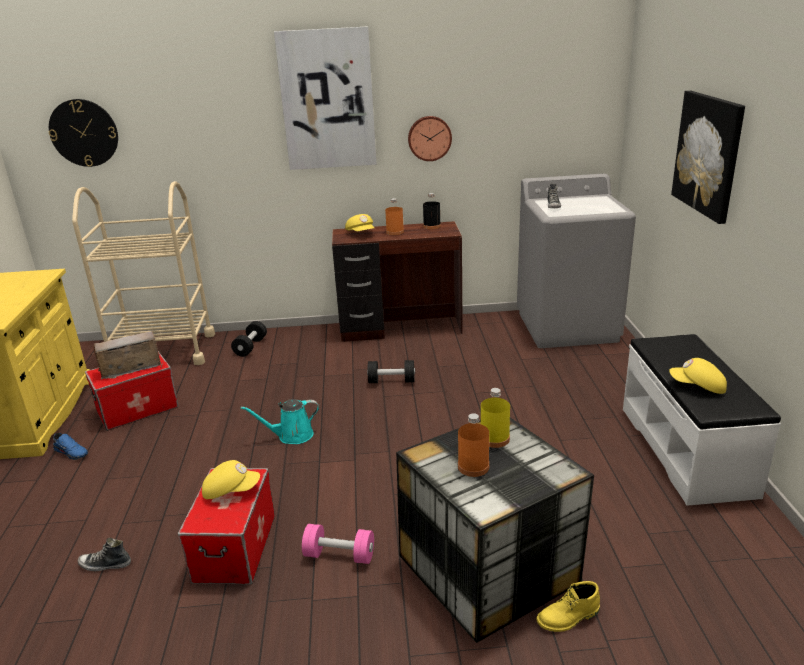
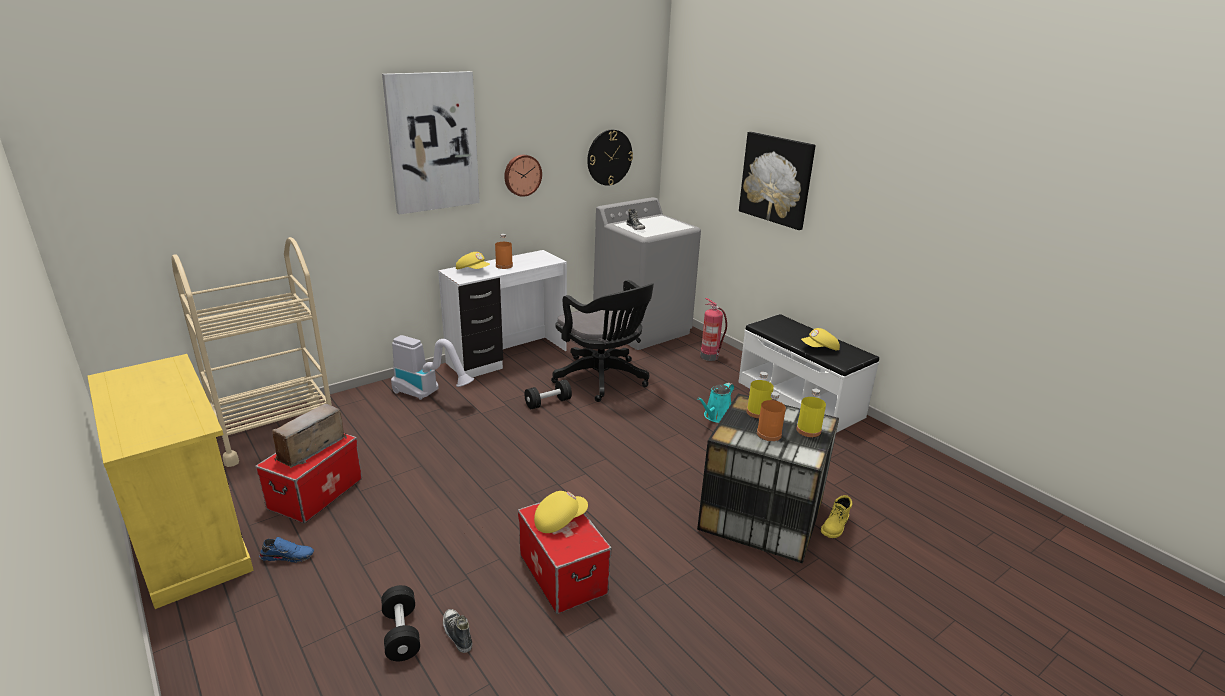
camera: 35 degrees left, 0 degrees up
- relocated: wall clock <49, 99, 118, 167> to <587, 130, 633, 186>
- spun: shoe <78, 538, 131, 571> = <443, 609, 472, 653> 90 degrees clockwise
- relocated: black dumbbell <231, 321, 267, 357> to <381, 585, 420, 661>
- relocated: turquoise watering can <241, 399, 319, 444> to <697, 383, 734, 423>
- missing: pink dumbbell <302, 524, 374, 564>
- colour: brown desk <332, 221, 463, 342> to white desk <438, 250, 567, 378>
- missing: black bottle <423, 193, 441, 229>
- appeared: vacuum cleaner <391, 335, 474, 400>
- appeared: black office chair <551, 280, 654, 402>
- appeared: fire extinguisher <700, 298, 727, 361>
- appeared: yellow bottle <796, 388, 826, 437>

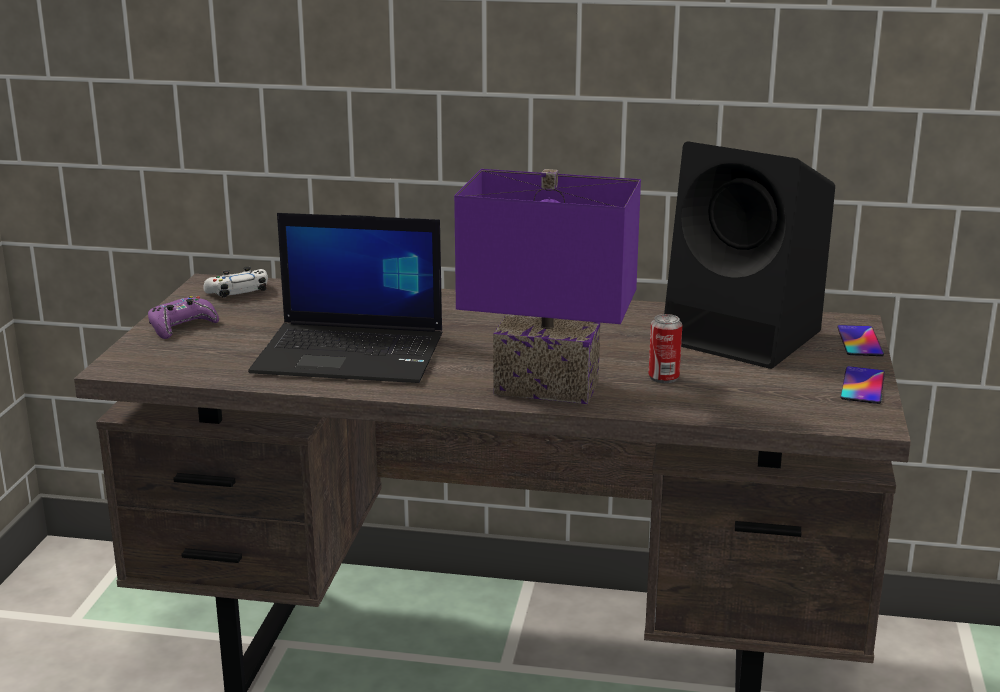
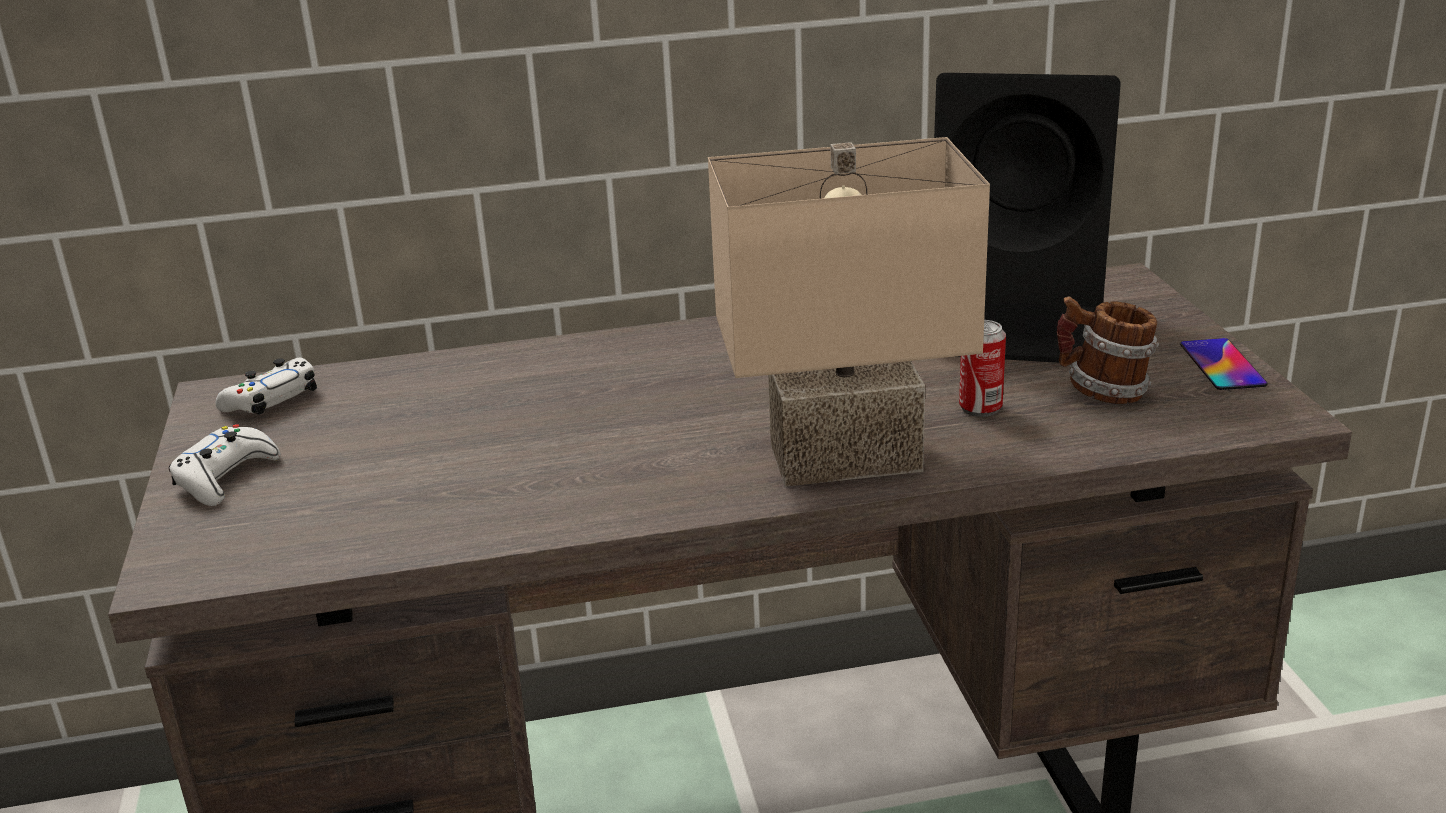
camera: 20 degrees left, 5 degrees up
- colour: purple game controller <148, 296, 219, 339> to white game controller <169, 424, 281, 506>
- missing: laptop <248, 213, 442, 383>
- colour: purple table lamp <454, 169, 641, 404> to beige table lamp <708, 137, 990, 487>
- missing: phone <837, 325, 884, 356>
- appeared: mug <1057, 296, 1159, 404>

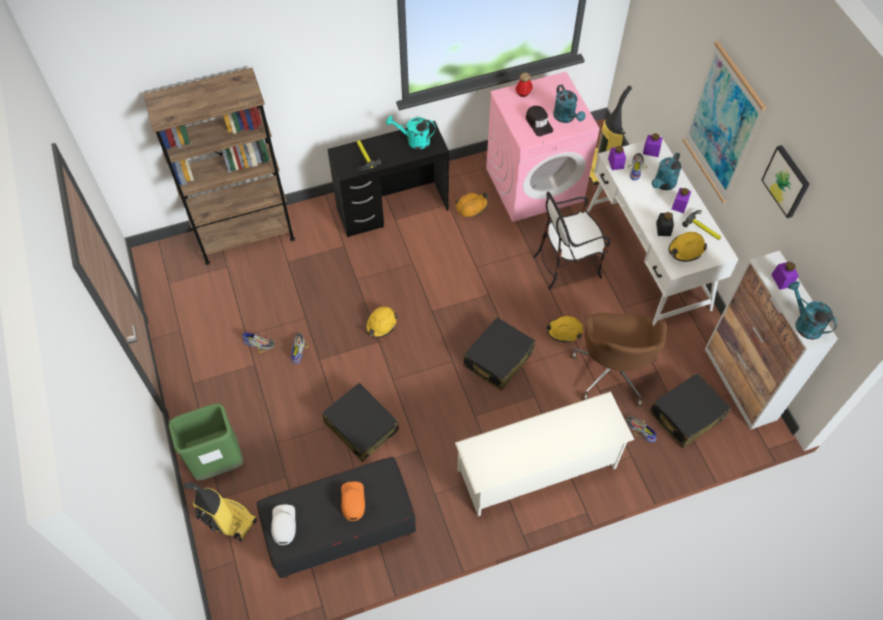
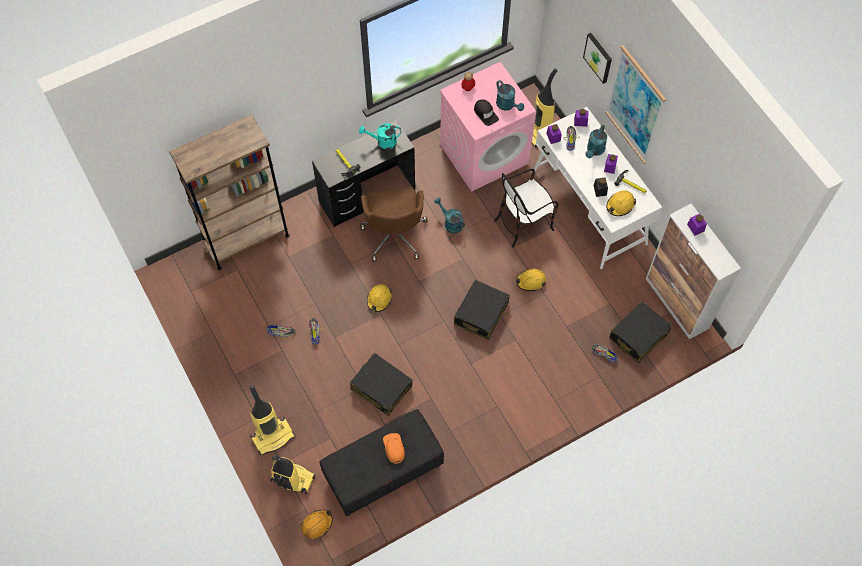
camera: 10 degrees left, 5 degrees up
- exchanged: green trash can <168, 404, 243, 480> to vacuum cleaner <249, 385, 295, 455>
- missing: white cap <271, 505, 296, 545>
- missing: white shoe rack <455, 391, 634, 516>
- relocated: orange hard hat <456, 193, 489, 217> to <300, 510, 333, 539>
- relocated: brown office chair <571, 313, 666, 407> to <360, 189, 427, 262>
- relocated: picture <761, 145, 810, 218> to <583, 33, 612, 84>
- relocated: turquoise watering can <788, 281, 837, 340> to <434, 198, 465, 233>

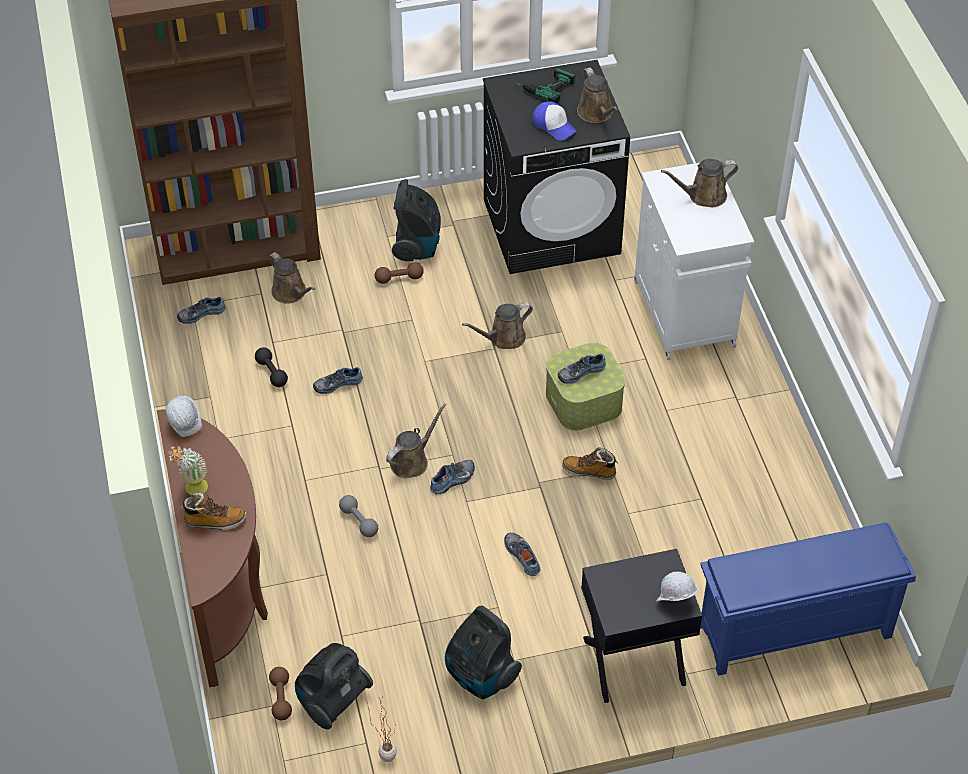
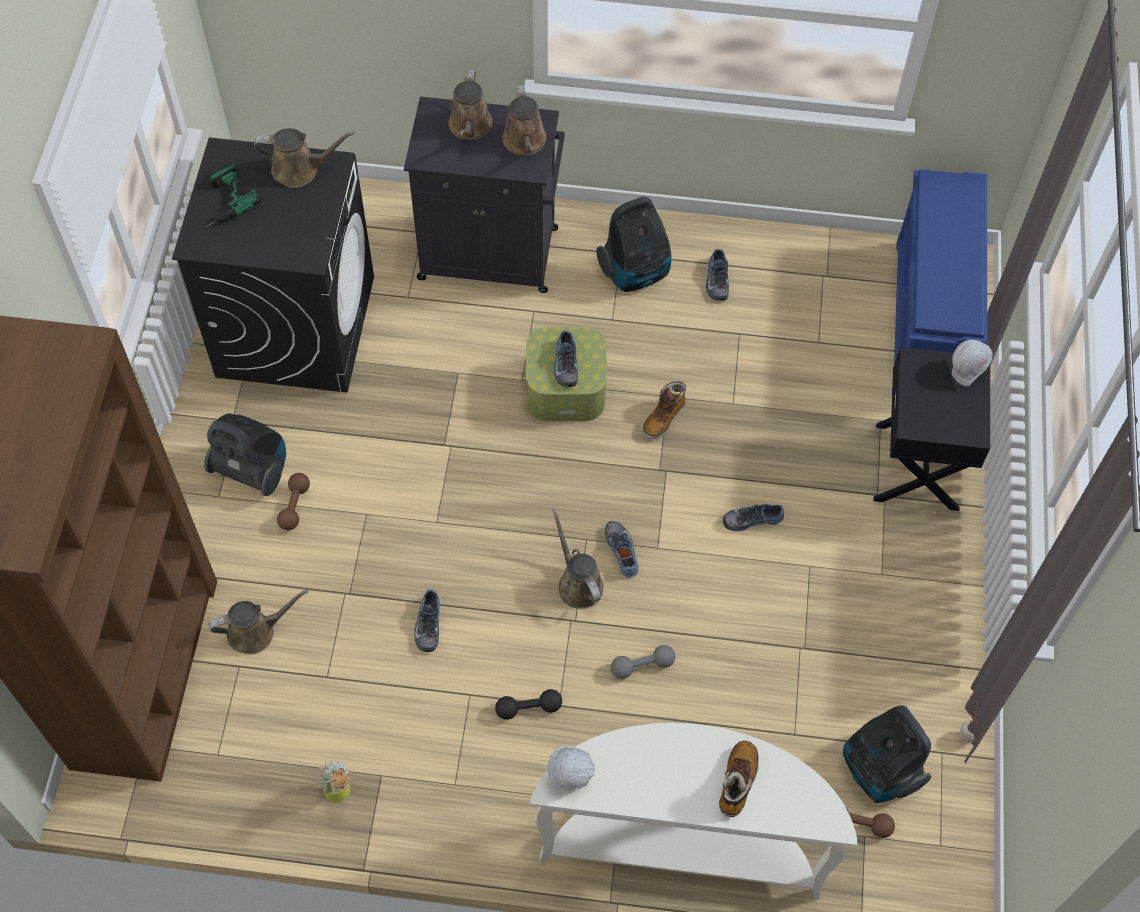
camera: 70 degrees left, 10 degrees up
- colour: brown console table <157, 409, 268, 687> to white console table <530, 723, 857, 899>
- relocated: potted plant <167, 446, 208, 496> to <316, 760, 350, 803>
- relocated: shoe <177, 297, 226, 324> to <706, 249, 729, 301>
- relocated: black dumbbell <255, 347, 288, 387> to <495, 689, 562, 720>
- relocated: vacuum cleaner <445, 606, 522, 699> to <596, 197, 672, 292>
- relocated: brown watering can <462, 302, 533, 349> to <502, 85, 547, 155>
- missing: cap <532, 101, 577, 140>
- colour: white cabinet <634, 163, 755, 360> to black cabinet <404, 97, 565, 293>

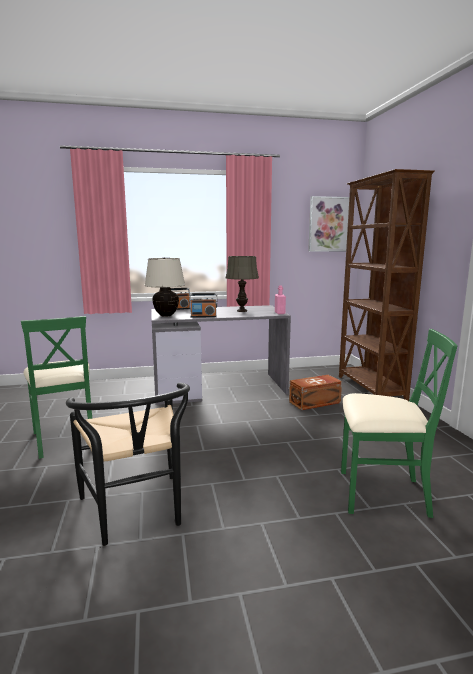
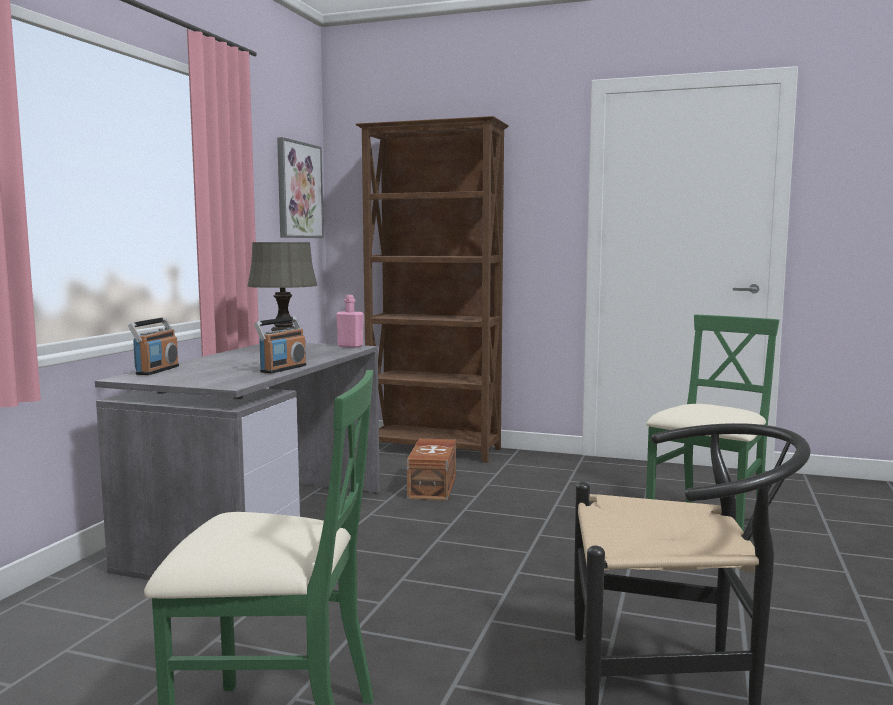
camera: 60 degrees left, 5 degrees down
- missing: beige table lamp <144, 257, 185, 317>

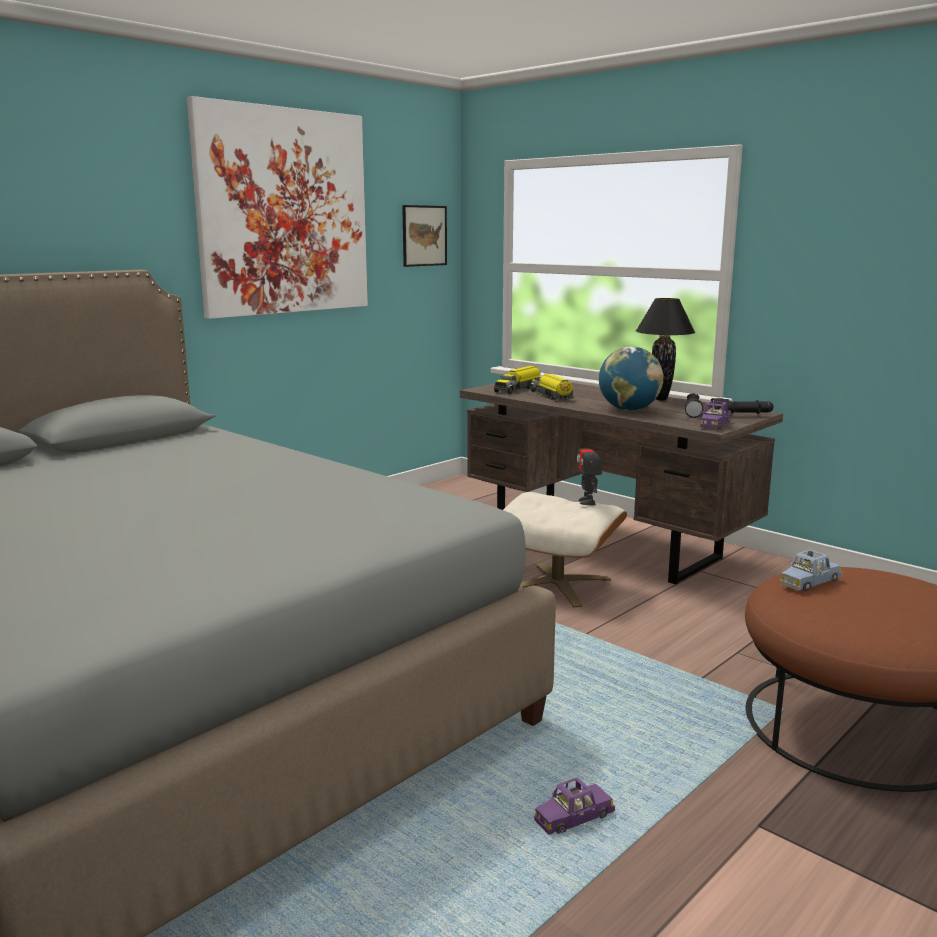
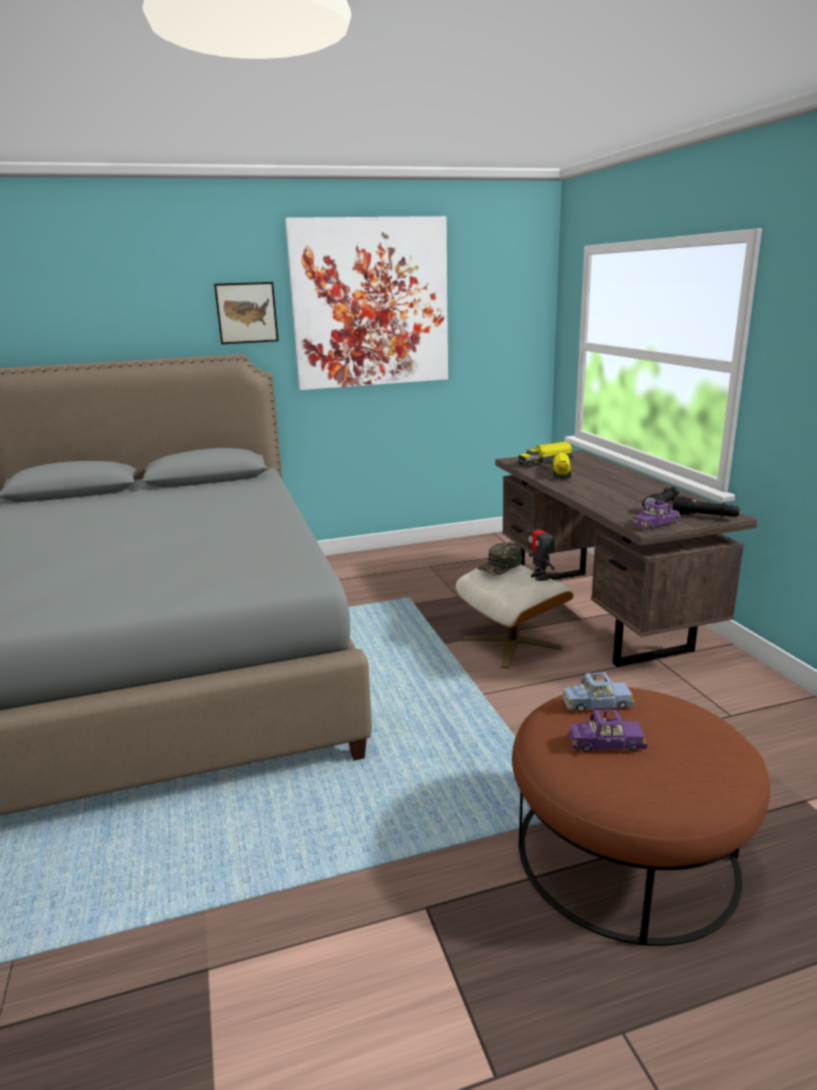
camera: 30 degrees right, 5 degrees up
- relocated: picture <402, 205, 447, 267> to <214, 282, 279, 344>
- relocated: purple toy car <534, 777, 615, 835> to <568, 710, 647, 753>
- spun: toy robot <577, 434, 602, 505> = <527, 517, 555, 581> 45 degrees counterclockwise
- missing: globe <599, 347, 663, 411>
- missing: black table lamp <636, 298, 695, 400>
- appeared: green cap <477, 542, 522, 575>

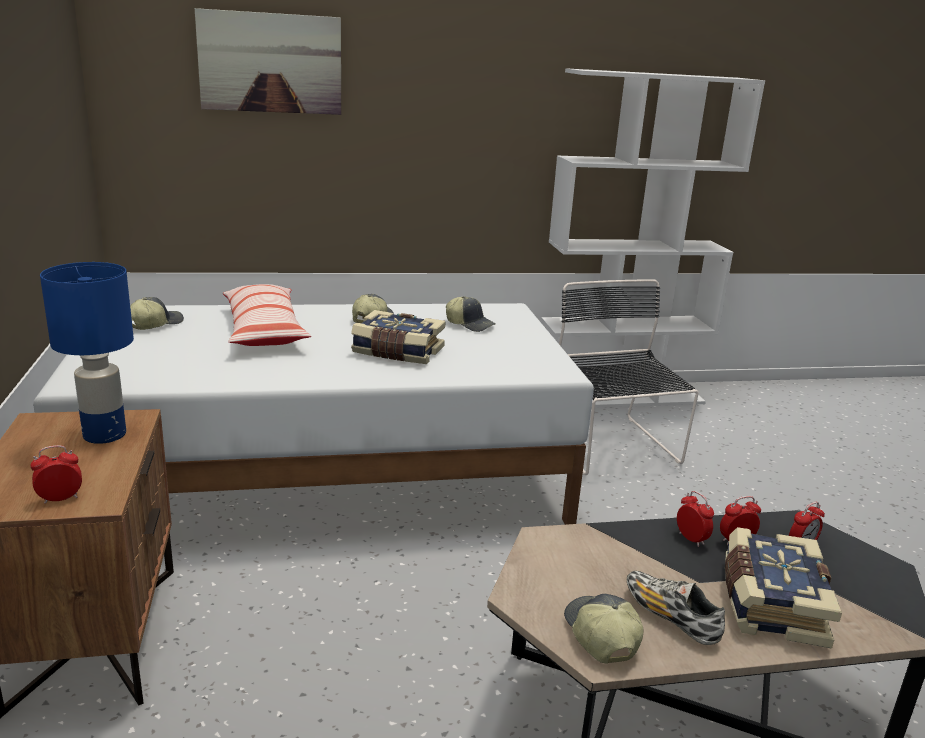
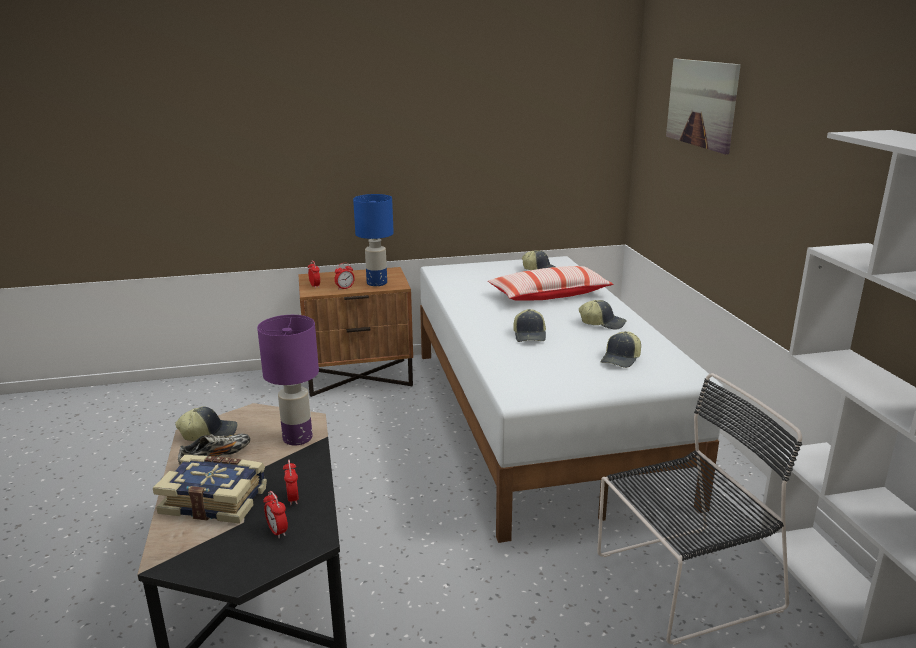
camera: 90 degrees right, 0 degrees up
- exchanged: book <351, 310, 446, 364> to cap <513, 309, 546, 342>
- relocated: alarm clock <677, 491, 714, 547> to <335, 263, 355, 290>
- appeared: purple table lamp <257, 315, 319, 445>

